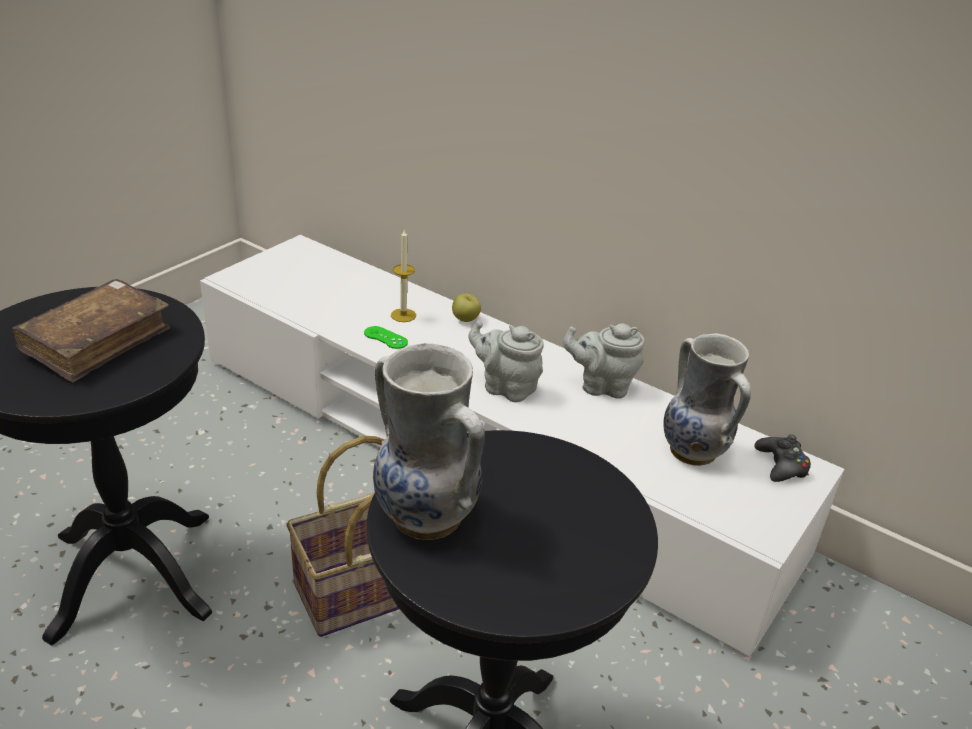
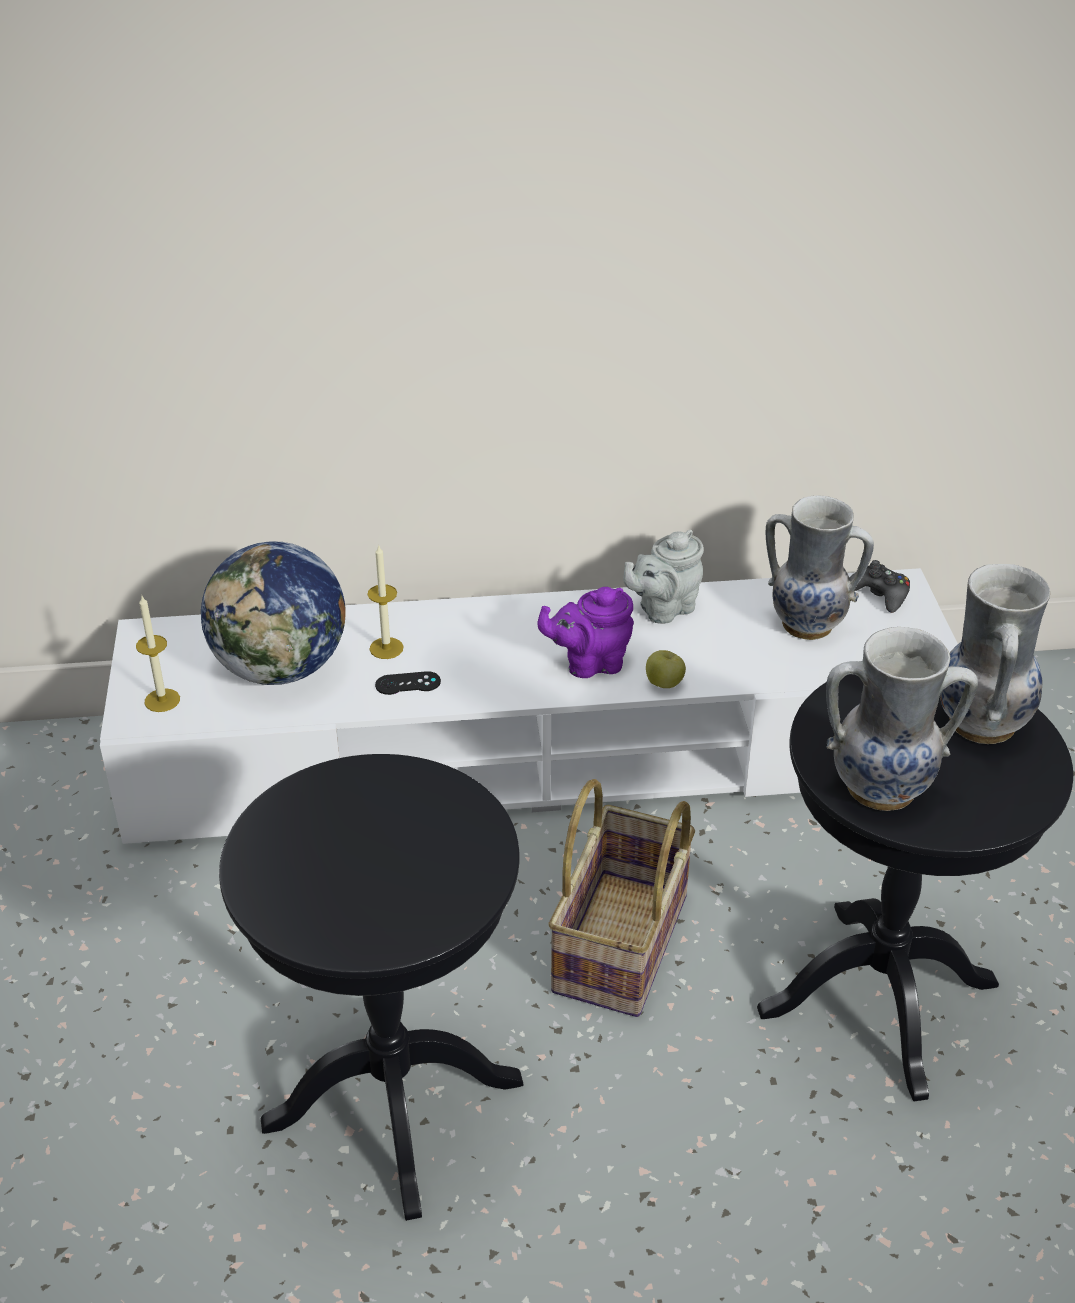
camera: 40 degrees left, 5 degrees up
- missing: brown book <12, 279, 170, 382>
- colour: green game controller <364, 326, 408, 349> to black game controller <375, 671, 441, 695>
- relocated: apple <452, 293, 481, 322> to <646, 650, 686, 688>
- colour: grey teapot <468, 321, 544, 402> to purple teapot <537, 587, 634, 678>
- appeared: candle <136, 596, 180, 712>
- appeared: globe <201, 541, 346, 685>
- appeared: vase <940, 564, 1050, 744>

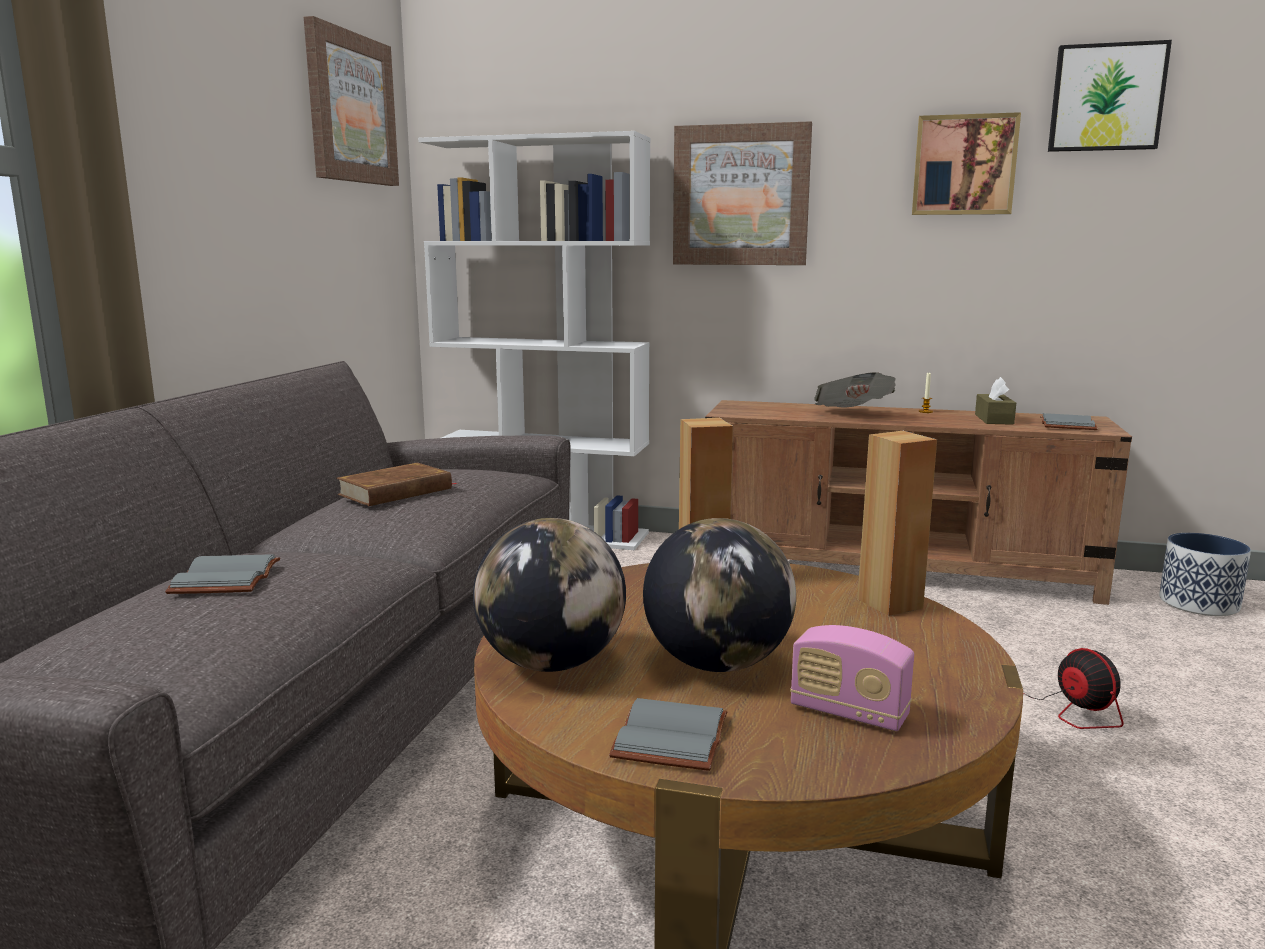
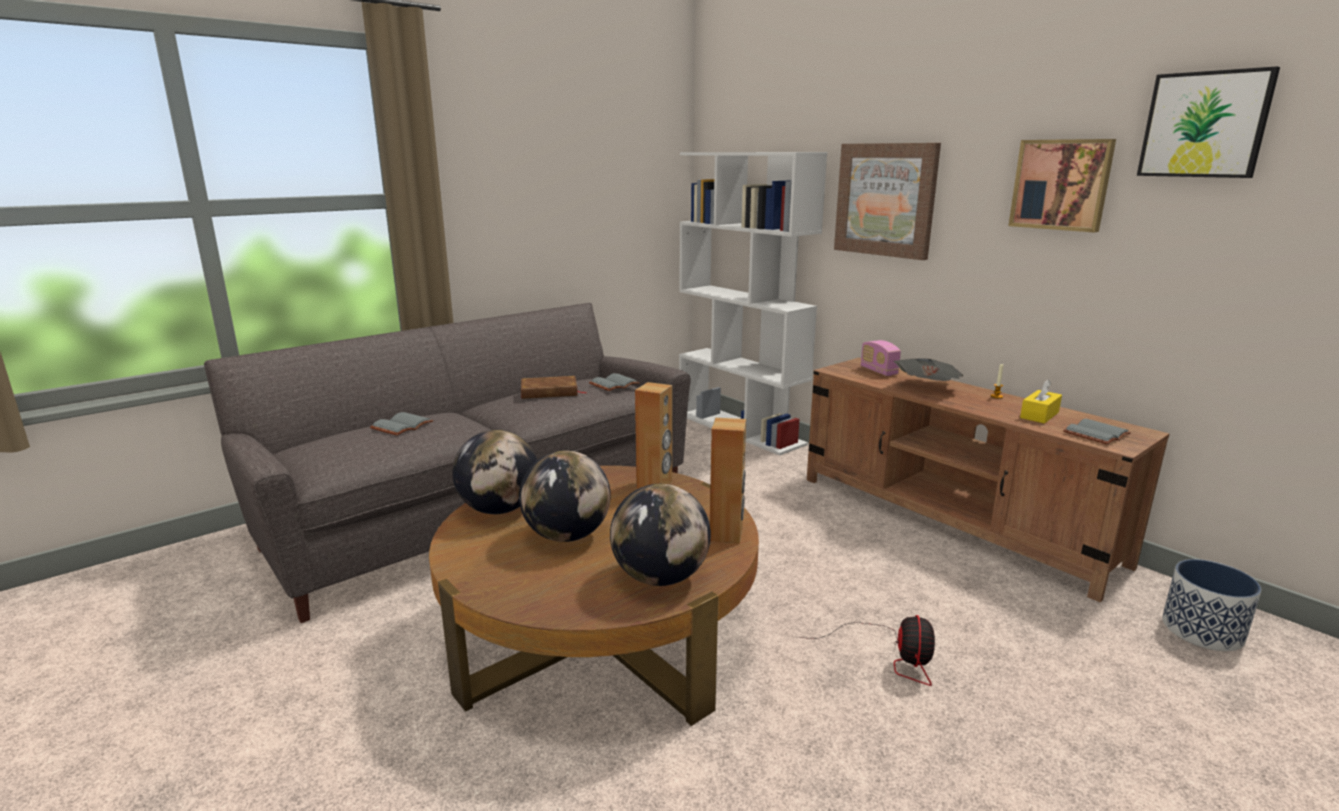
camera: 35 degrees right, 5 degrees up
- missing: picture <304, 16, 399, 186>
- relocated: grey book <609, 698, 728, 771> to <589, 373, 640, 391>
- relocated: radio <790, 625, 914, 731> to <861, 340, 901, 376>
- colour: brown tissue box <975, 377, 1016, 425> to yellow tissue box <1020, 380, 1062, 424>
- appeared: globe <610, 484, 711, 586>

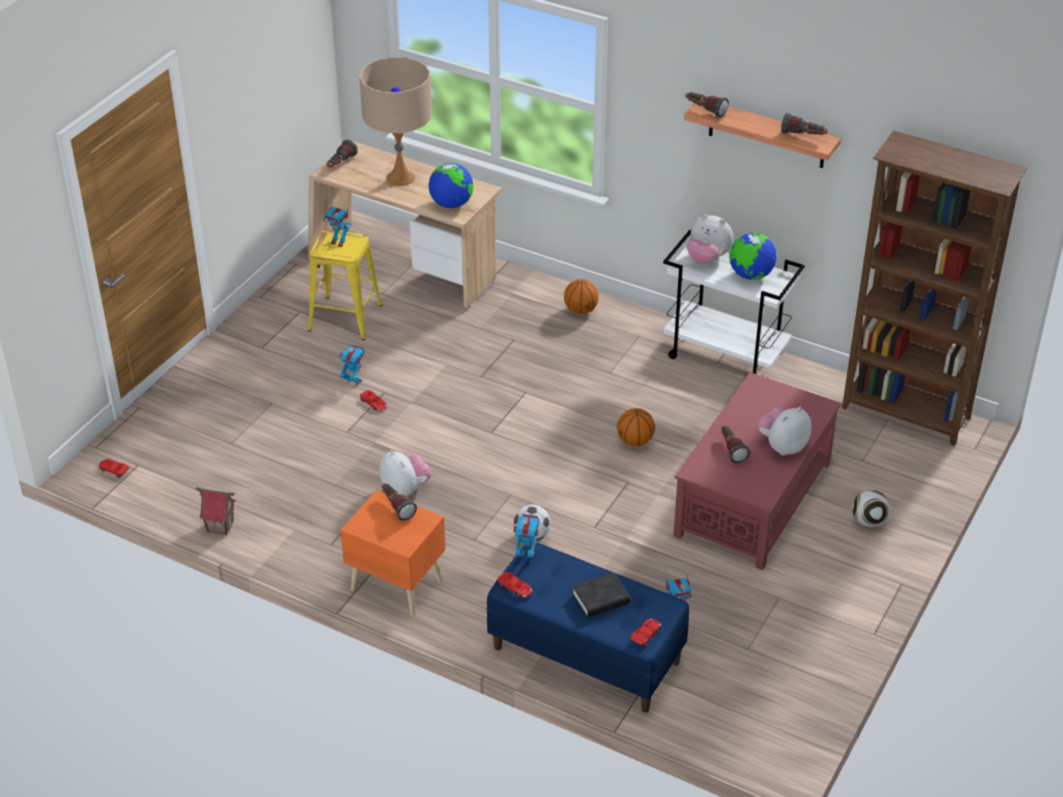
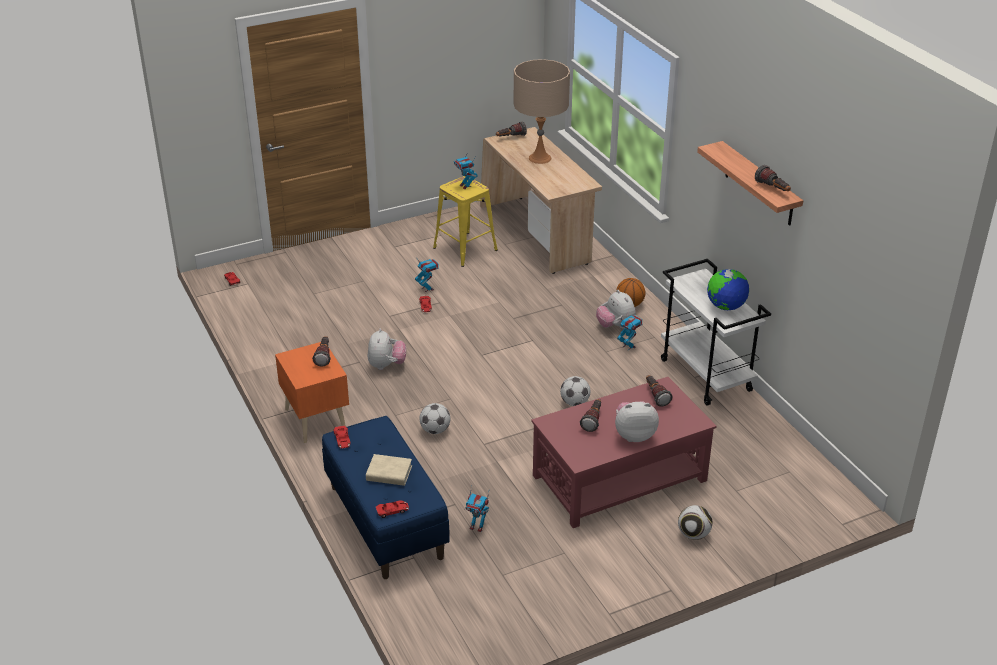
camera: 35 degrees right, 5 degrees down
- missing: toy house <195, 487, 236, 535>
- missing: globe <428, 163, 474, 208>
- relocated: toy robot <513, 514, 540, 563> to <617, 315, 642, 350>
- colour: black book <572, 573, 630, 618> to beige book <366, 454, 412, 486>
- exchanged: basketball <617, 408, 655, 446> to football <560, 376, 590, 406>
- relocated: flashlight <685, 92, 729, 118> to <646, 375, 672, 407>
- relocated: plush toy <687, 214, 733, 264> to <596, 290, 636, 329>
- missing: brown bookcase <842, 131, 1028, 446>

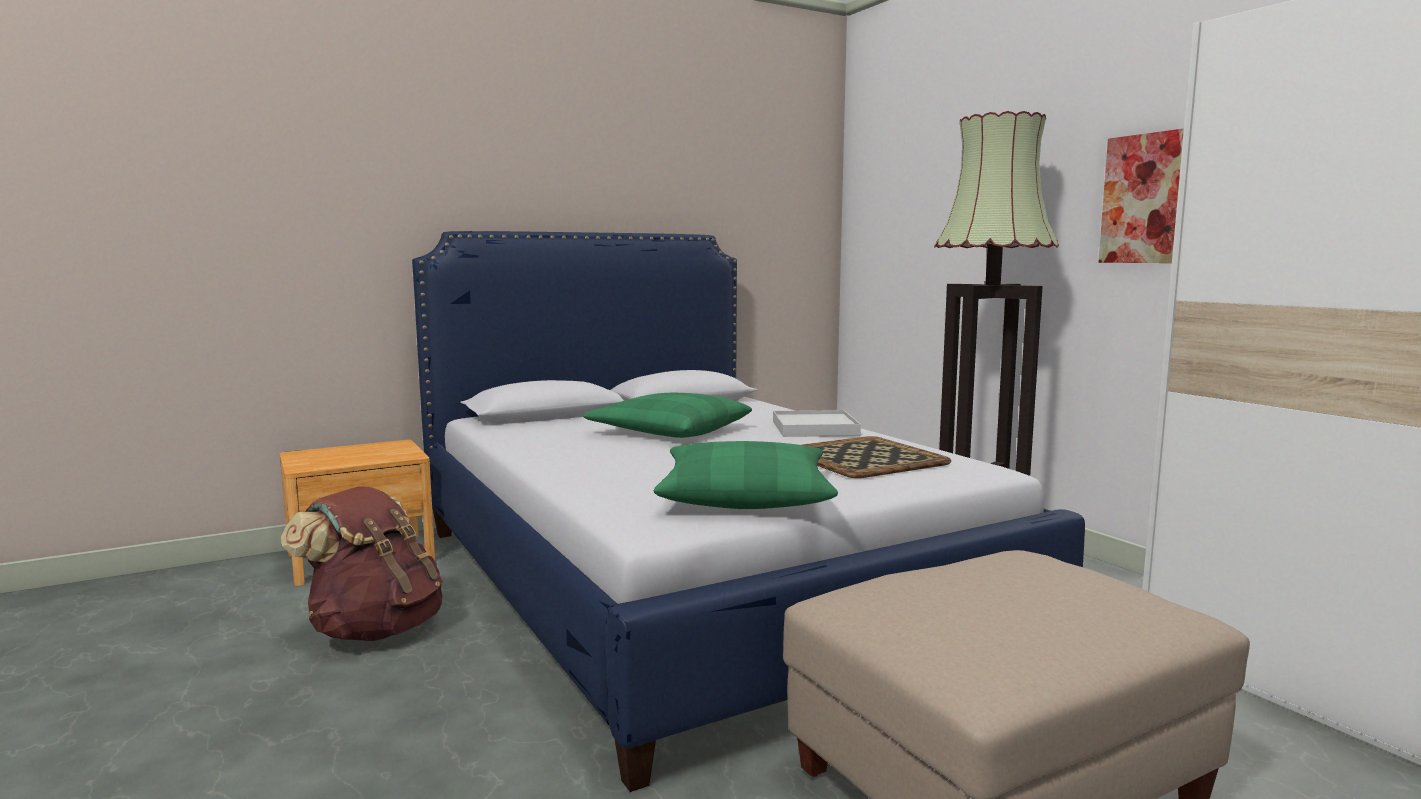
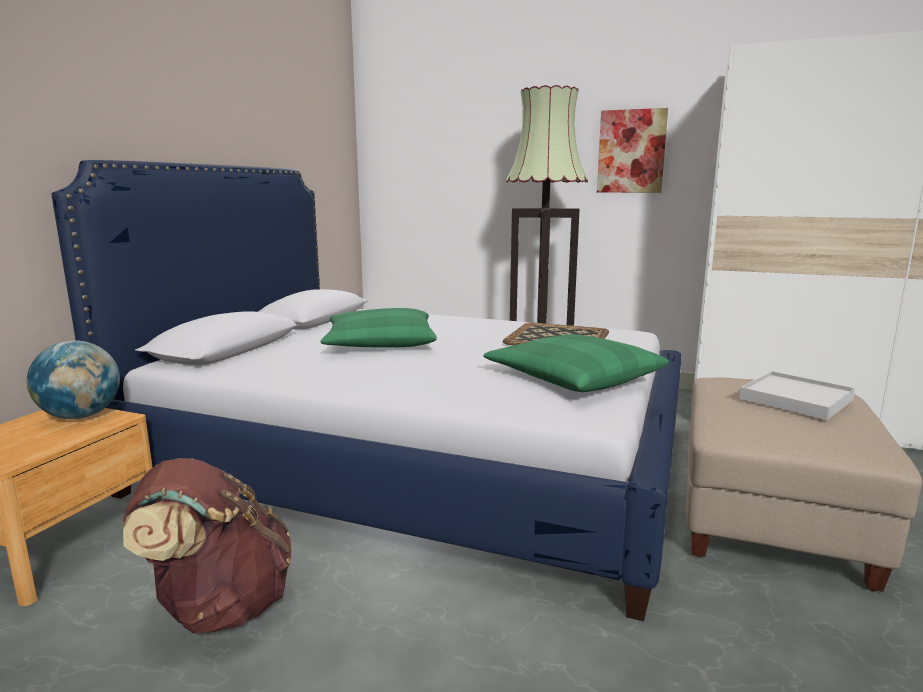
camera: 40 degrees left, 5 degrees up
- relocated: white tray <773, 410, 861, 437> to <739, 371, 855, 420>
- appeared: globe <27, 340, 120, 419>

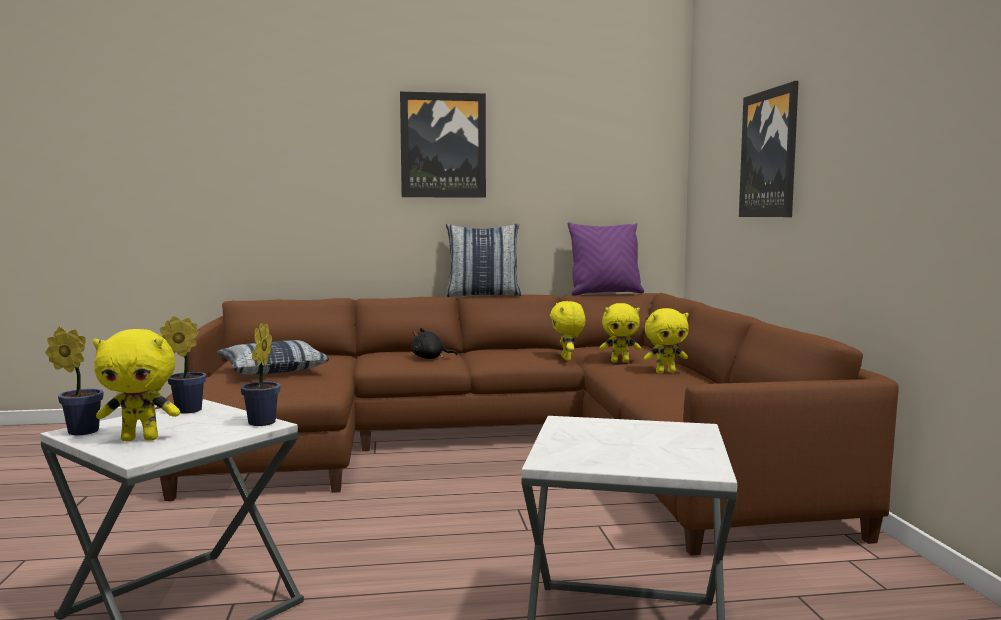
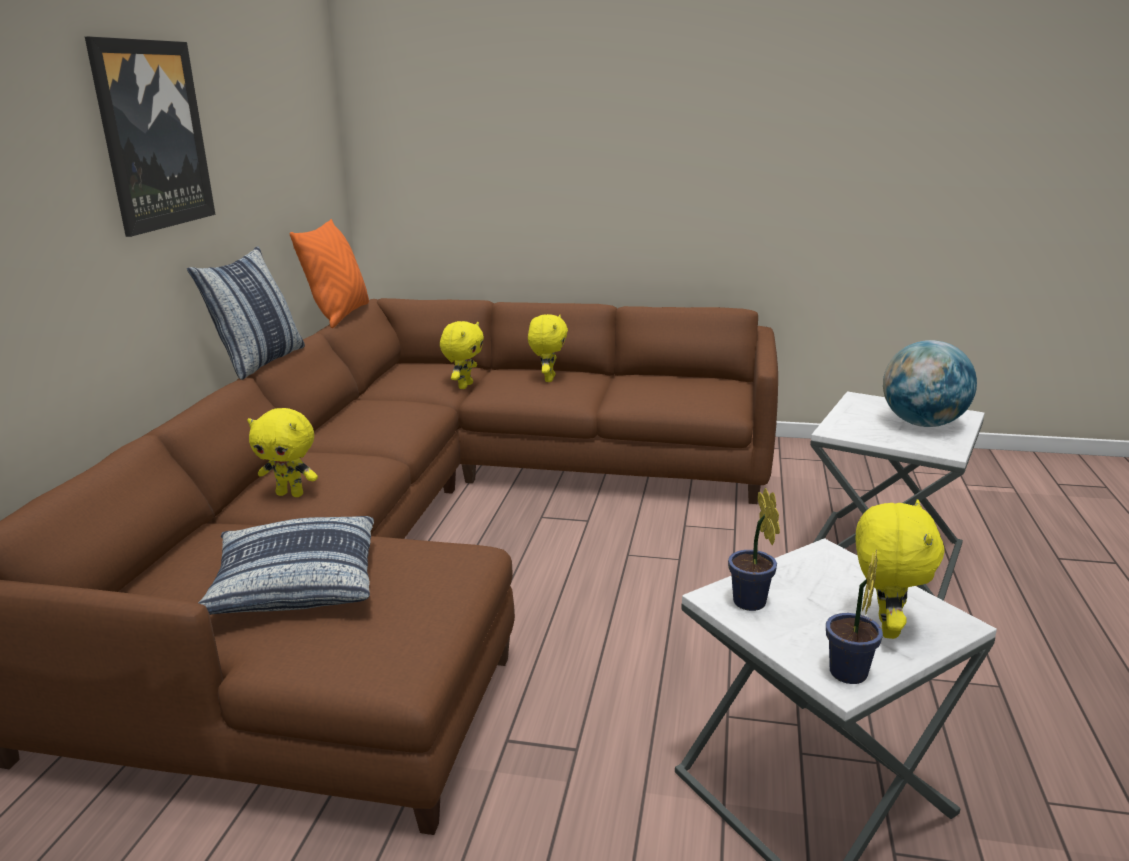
camera: 70 degrees left, 15 degrees up
- missing: potted plant <241, 323, 280, 426>
- missing: black plush toy <411, 328, 457, 359>
- relocated: yellow plush toy <550, 301, 586, 360> to <247, 408, 318, 497>
- colour: purple pillow <568, 222, 644, 296> to orange pillow <290, 219, 369, 328>
- missing: picture <739, 81, 799, 217>
- appeared: globe <883, 340, 977, 427>

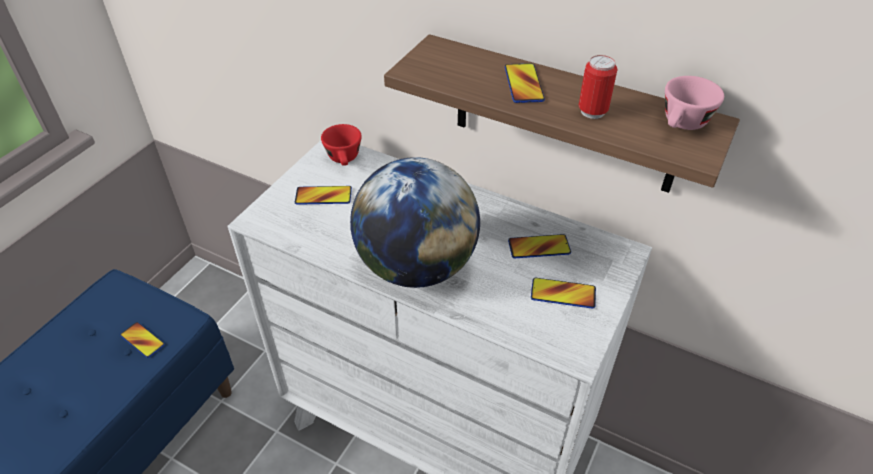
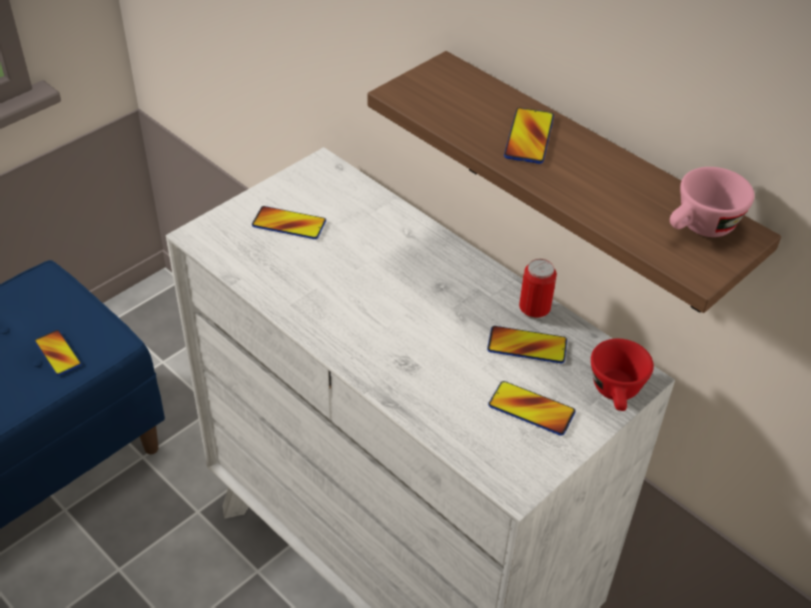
camera: 15 degrees right, 0 degrees up
- relocated: red cup <321, 124, 362, 166> to <591, 339, 654, 411>
- missing: globe <350, 157, 480, 288>
- relocated: can <579, 55, 617, 119> to <519, 259, 557, 320>

